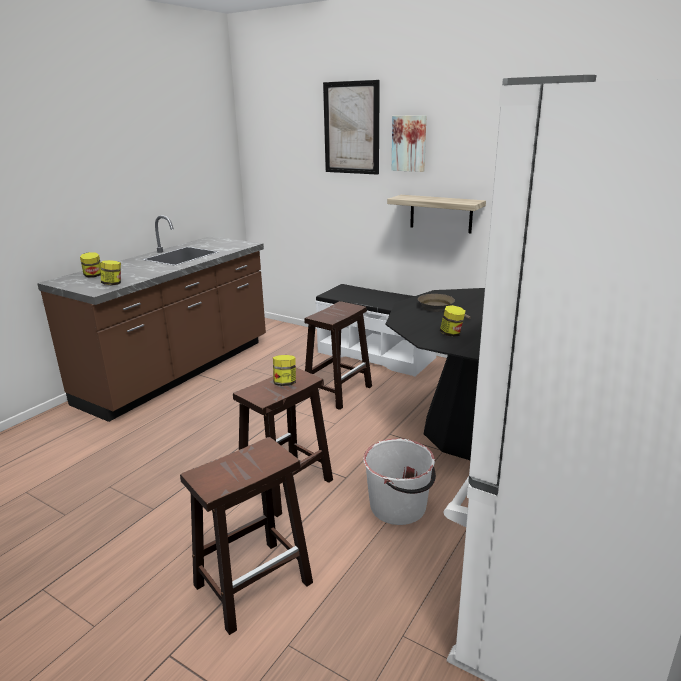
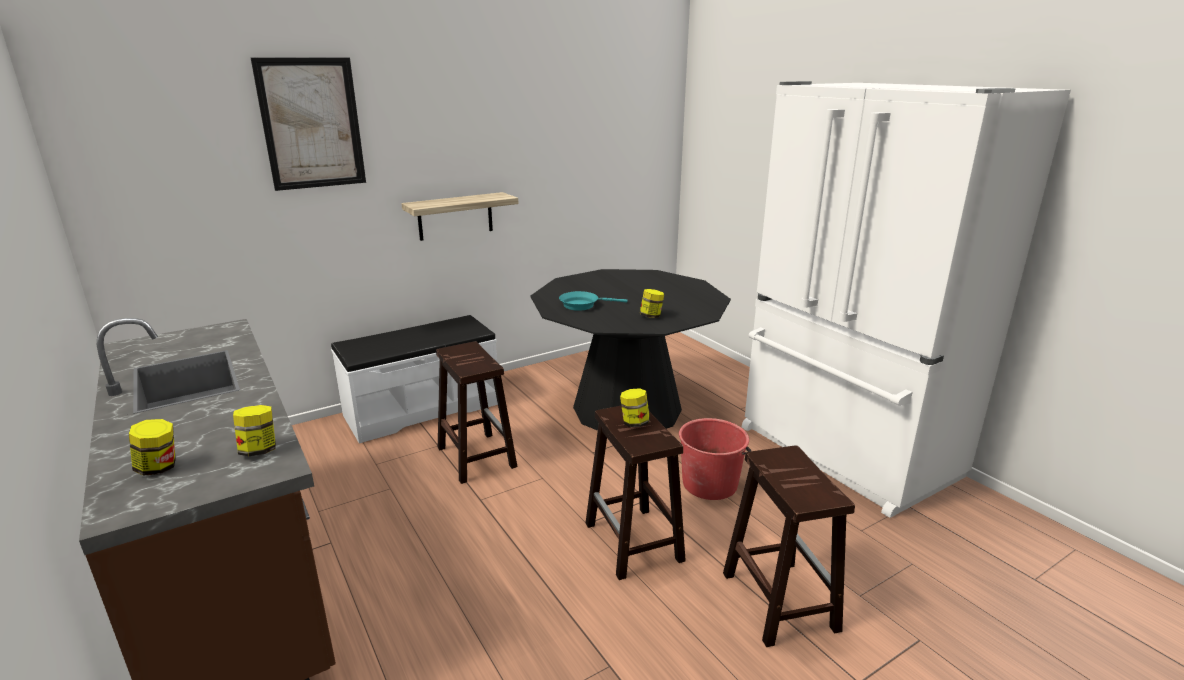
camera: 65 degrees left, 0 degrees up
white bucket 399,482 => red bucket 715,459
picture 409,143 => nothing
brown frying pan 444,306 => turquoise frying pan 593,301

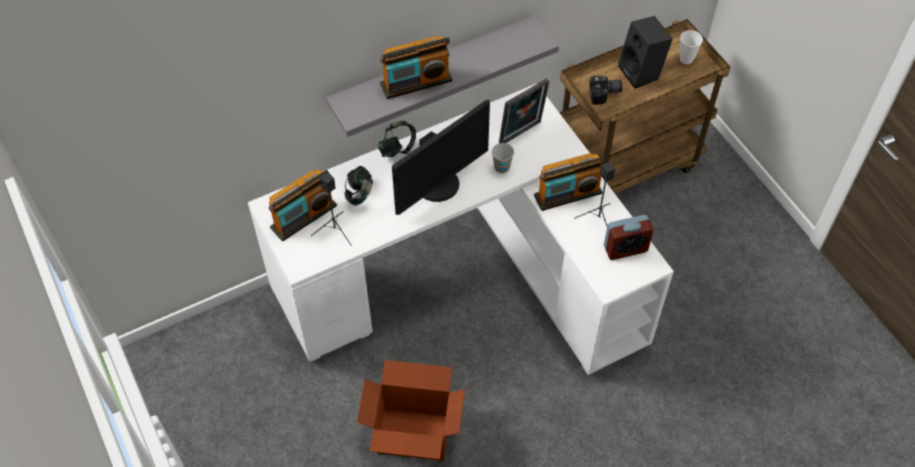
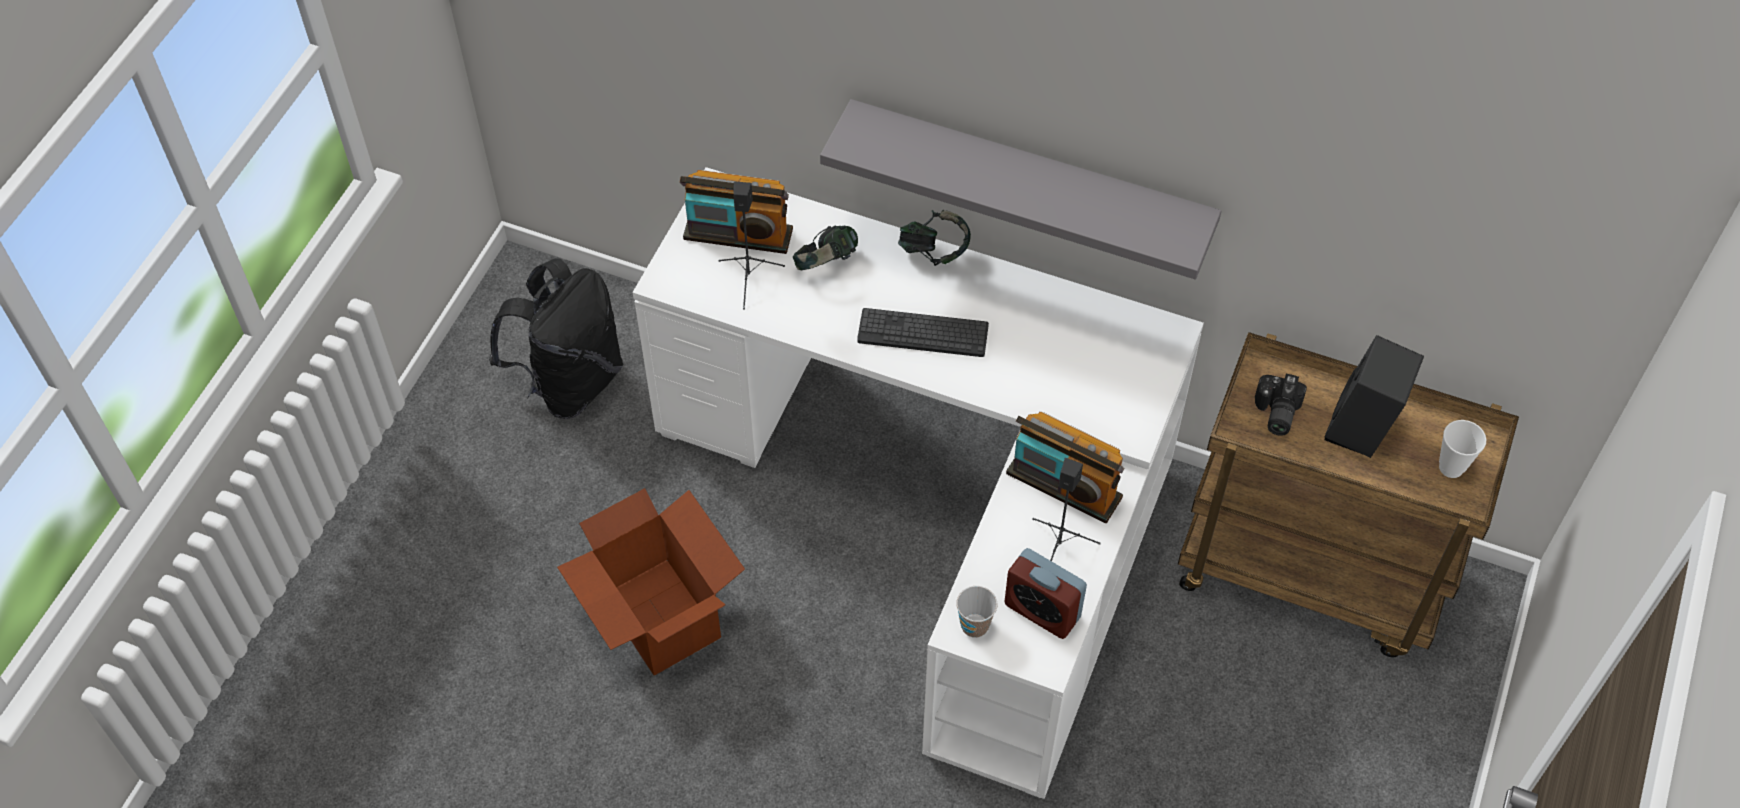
camera: 50 degrees right, 0 degrees up
radio 416,67 => nothing
monitor 441,157 => keyboard 923,332
cup 503,158 => cup 976,612, move
picture frame 524,110 => nothing
photo camera 605,90 => photo camera 1281,405, 60 degrees clockwise
nothing => black backpack 556,338

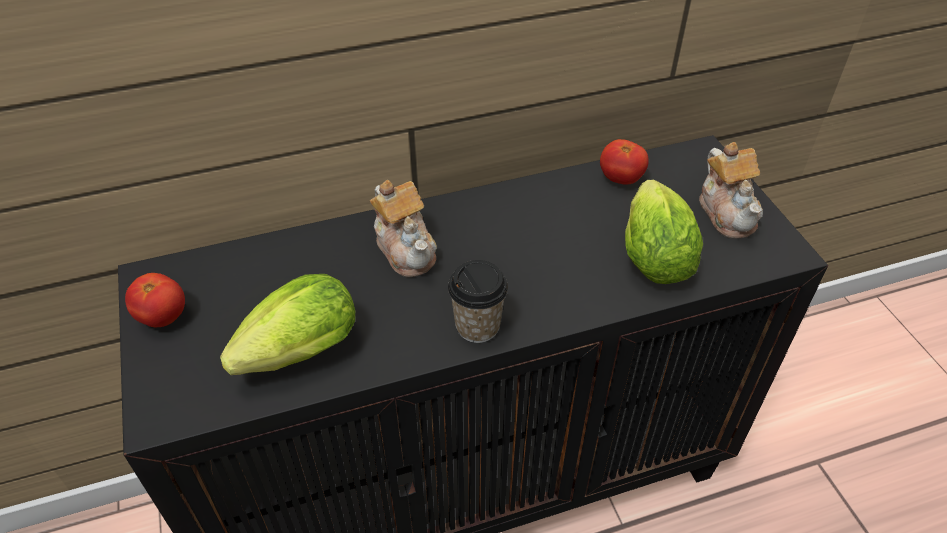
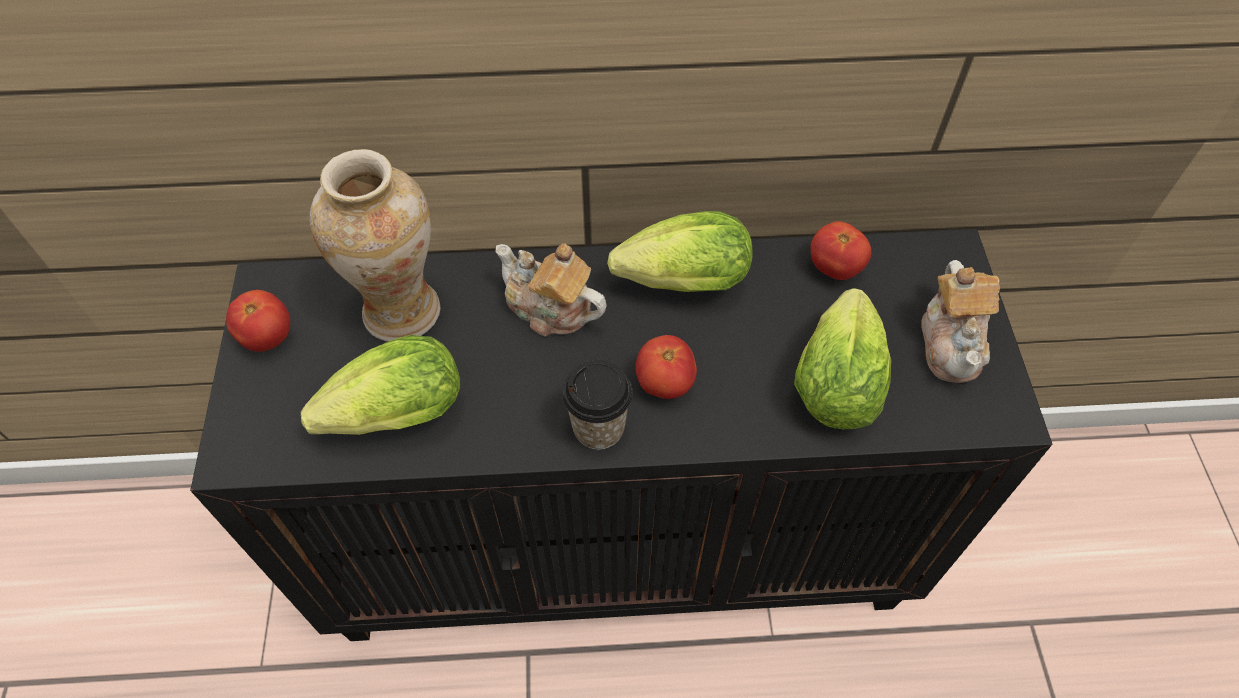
camera: 15 degrees right, 10 degrees up
teapot 403,228 => teapot 551,290, 135 degrees clockwise
nothing => vase 375,245
nothing => lettuce 680,251
nothing => tomato 666,367

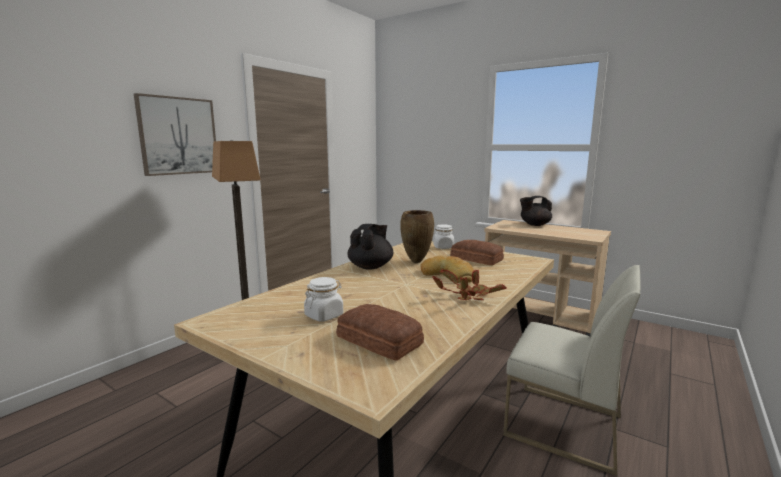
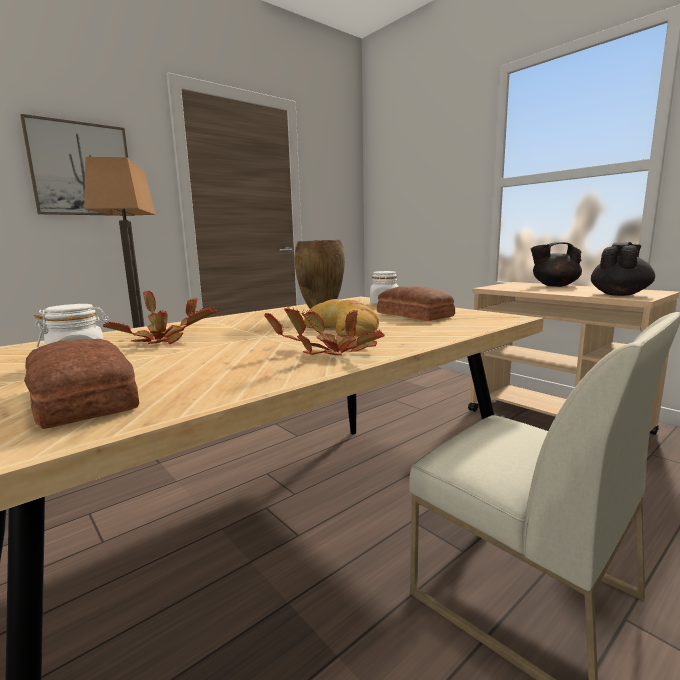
camera: 15 degrees right, 0 degrees up
black teapot 370,246 => black teapot 623,269, move
nothing => potted plant 160,317

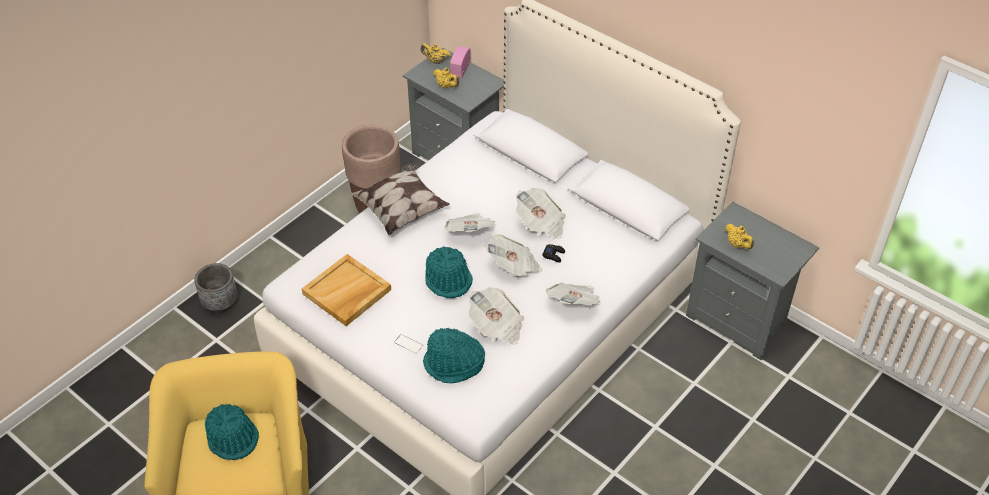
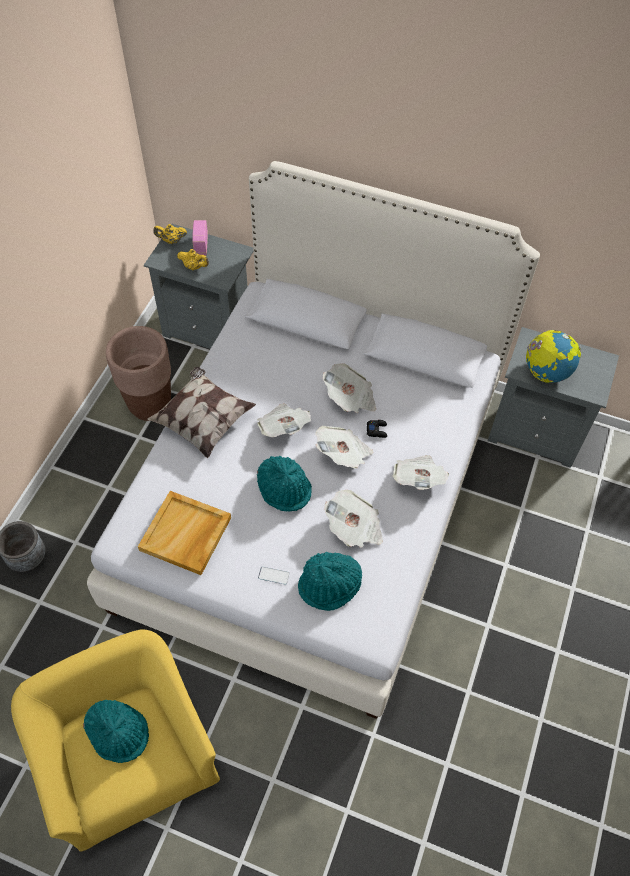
camera: 20 degrees left, 10 degrees up
yellow teapot 739,236 => globe 553,356

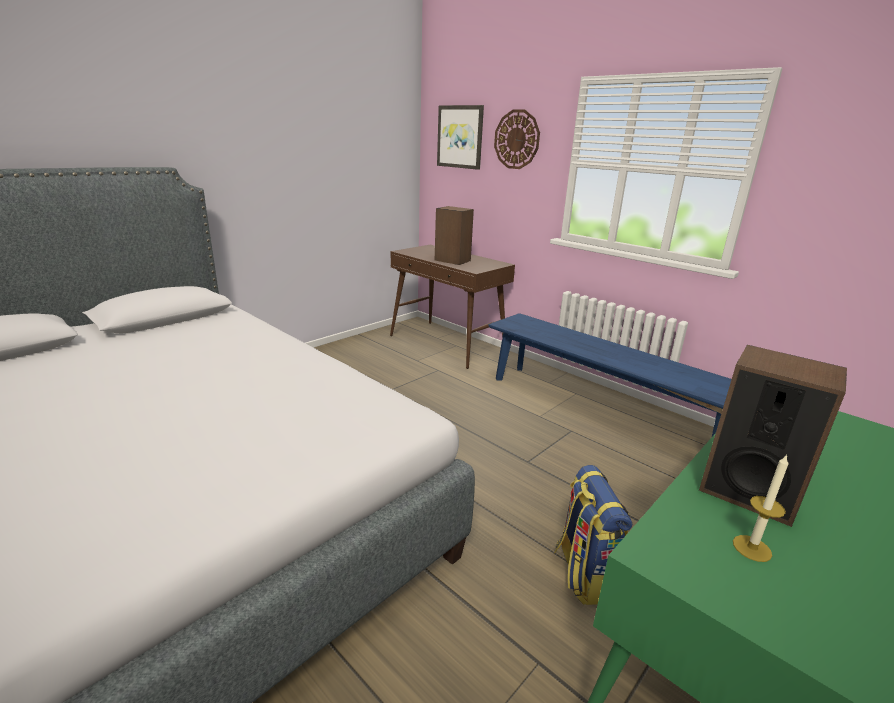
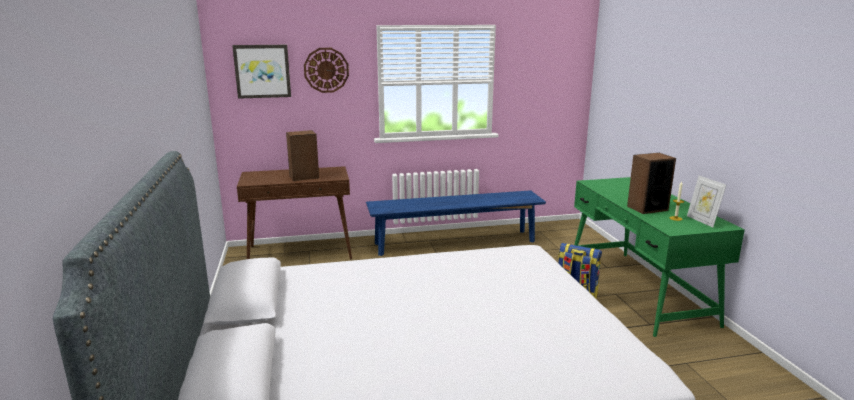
camera: 55 degrees left, 5 degrees down
nothing => picture frame 706,201

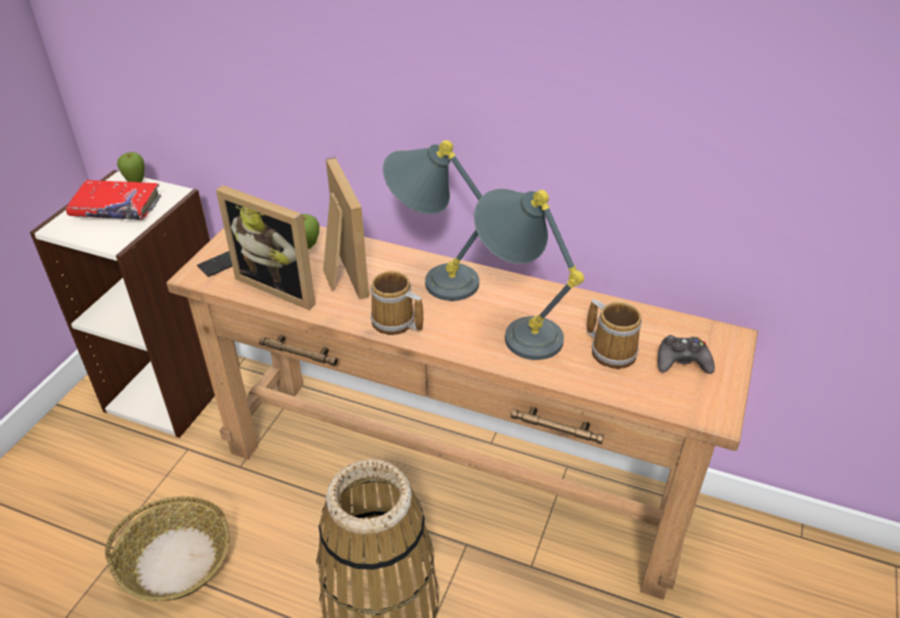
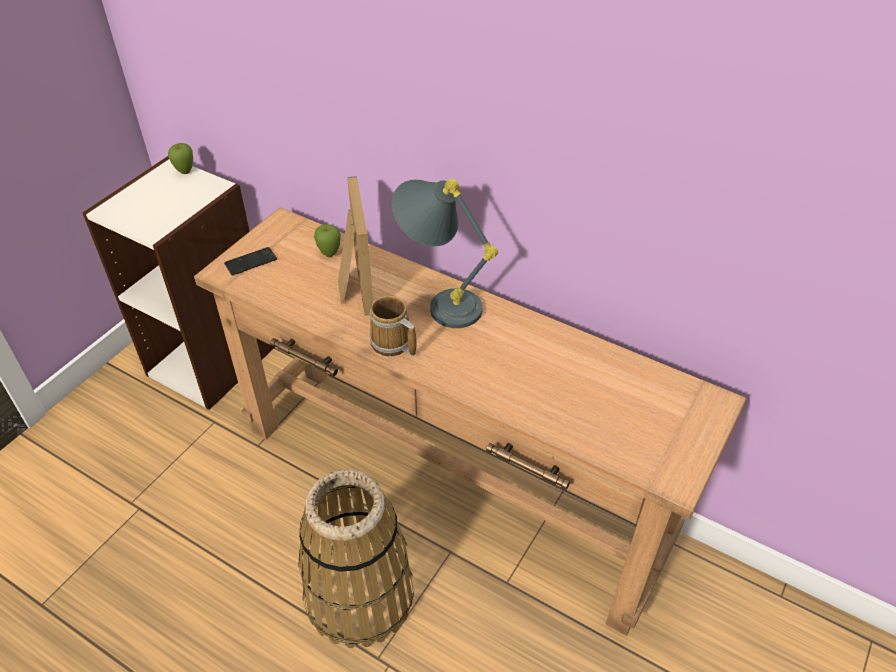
camera: 10 degrees right, 5 degrees up
red book 113,200 => nothing
basket 167,548 => nothing
picture frame 266,247 => nothing
grey table lamp 529,274 => nothing
mug 614,334 => nothing
black game controller 686,354 => nothing

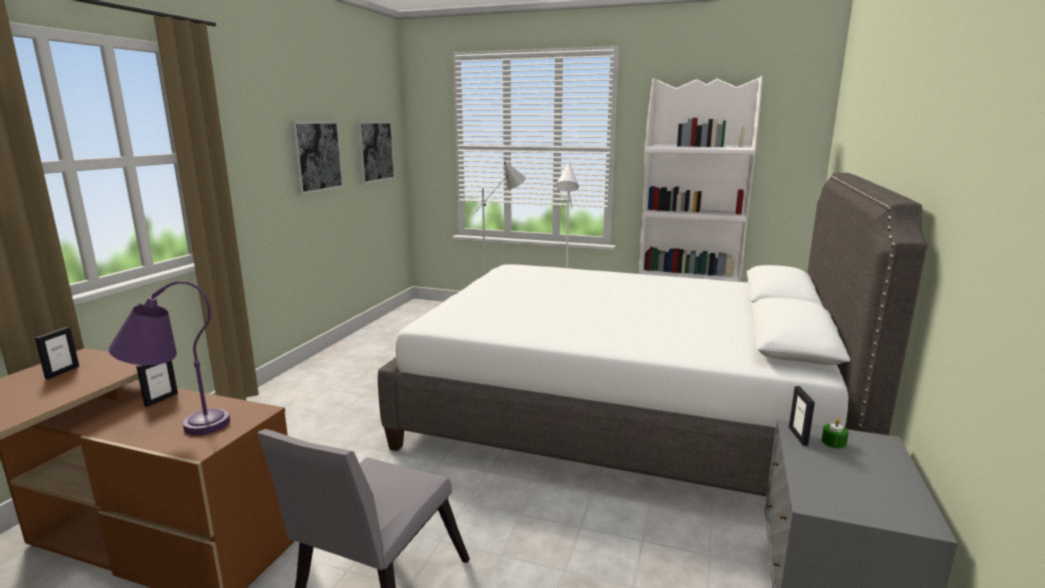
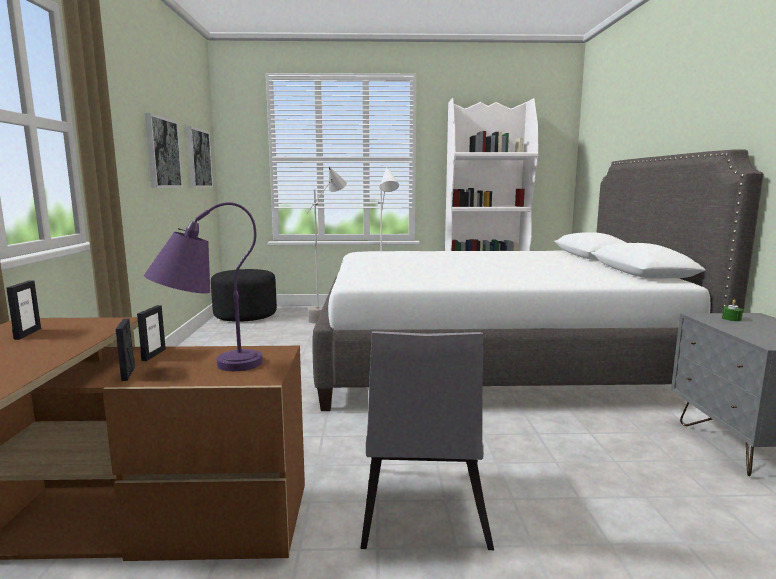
camera: 20 degrees left, 5 degrees down
picture frame 802,416 => picture frame 125,349, move
nothing => black ottoman 244,295

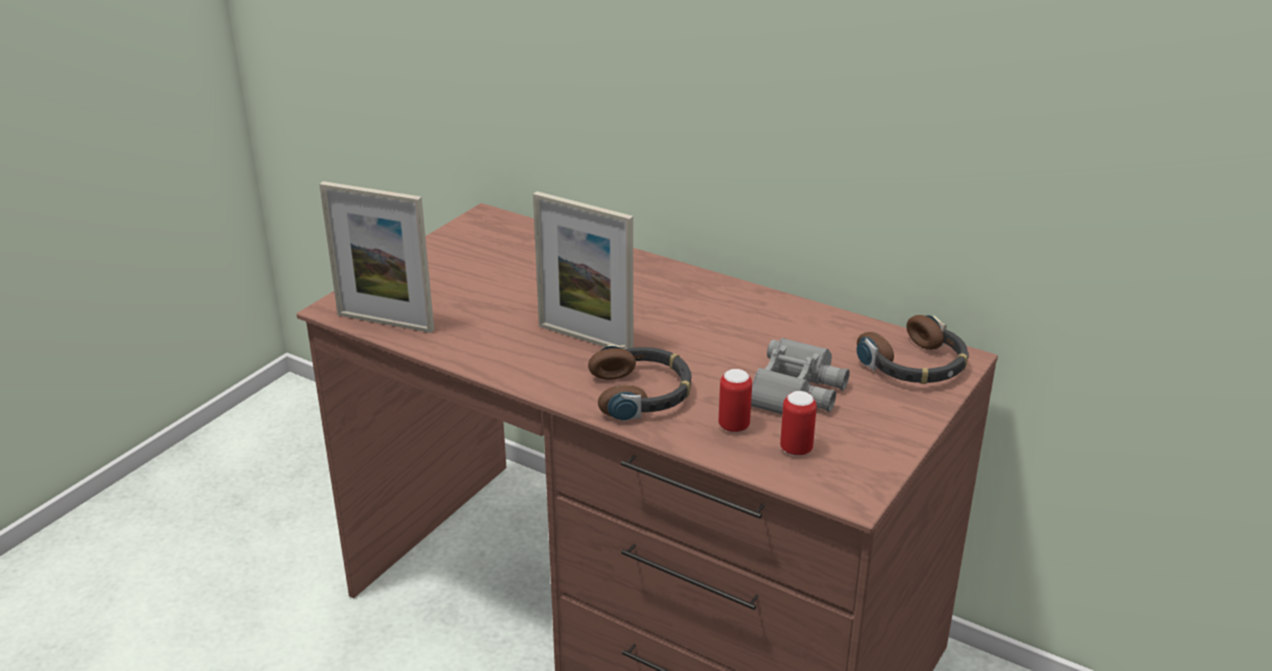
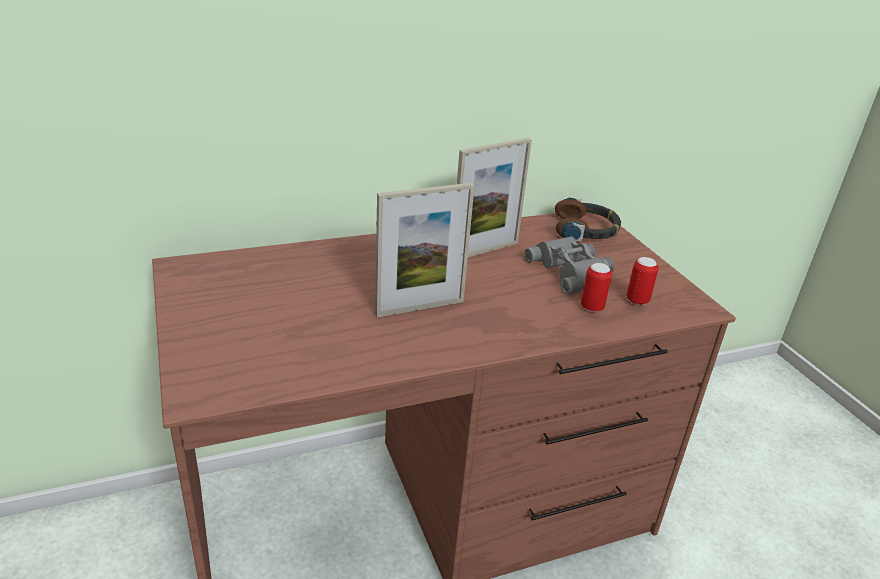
camera: 55 degrees left, 0 degrees up
picture frame 376,257 => picture frame 494,197, move
headphones 640,383 => nothing

